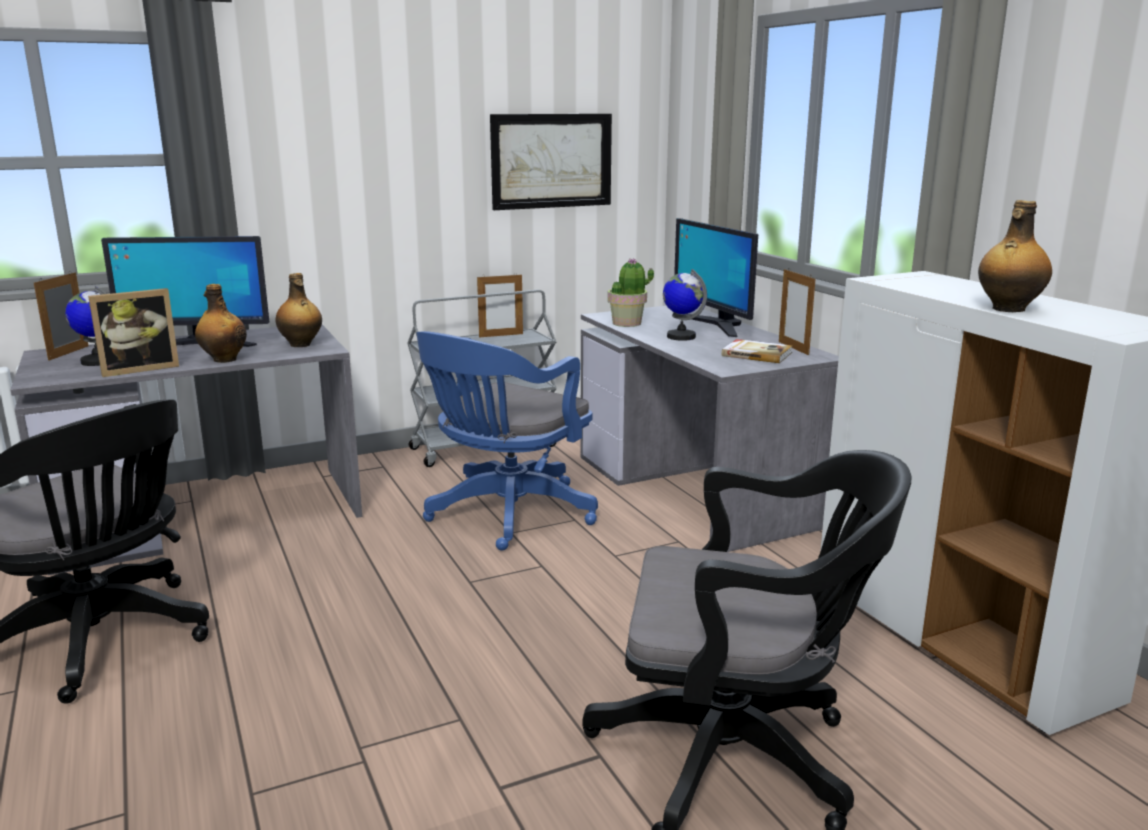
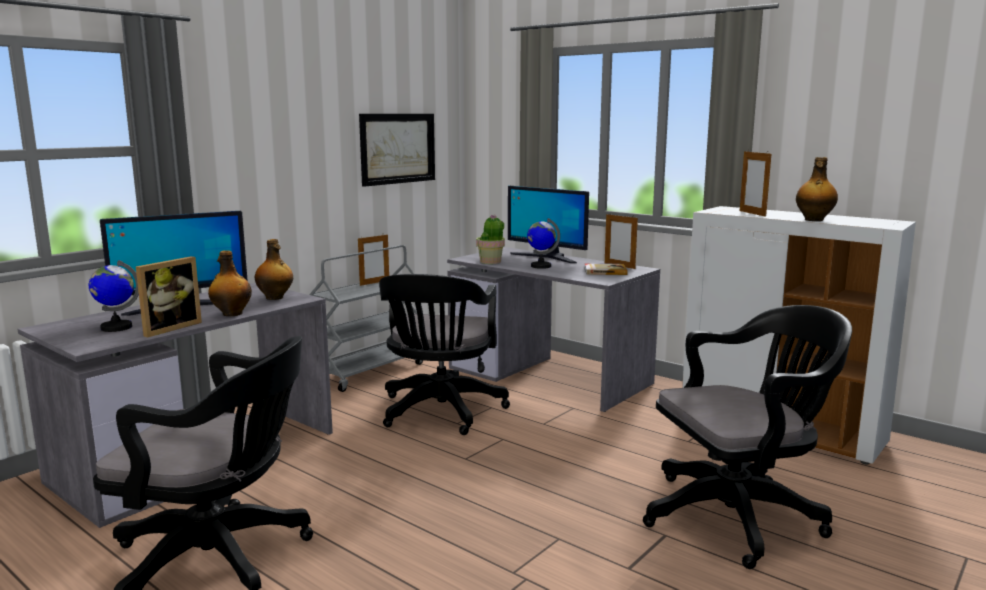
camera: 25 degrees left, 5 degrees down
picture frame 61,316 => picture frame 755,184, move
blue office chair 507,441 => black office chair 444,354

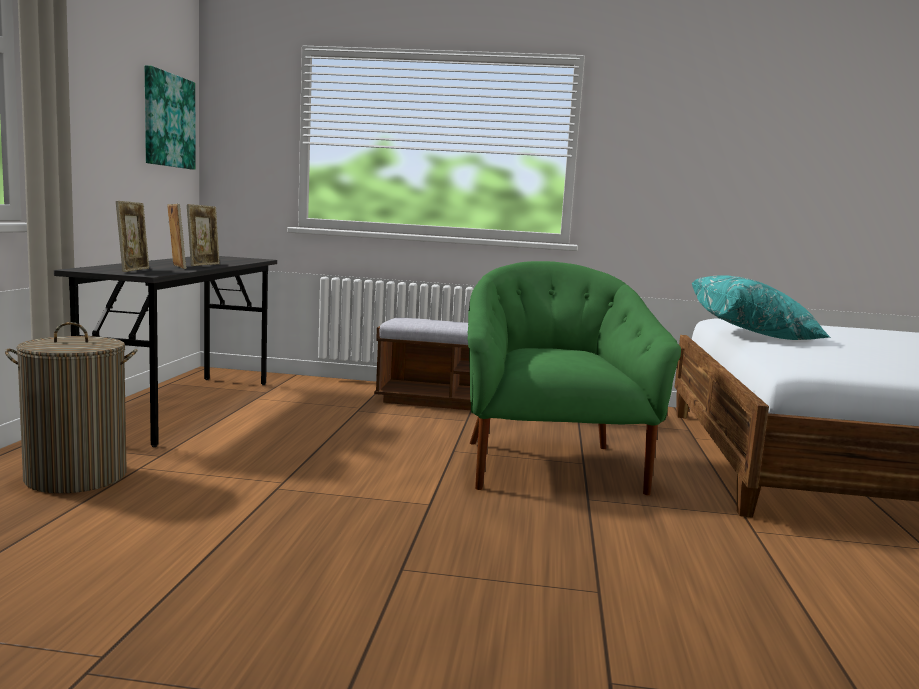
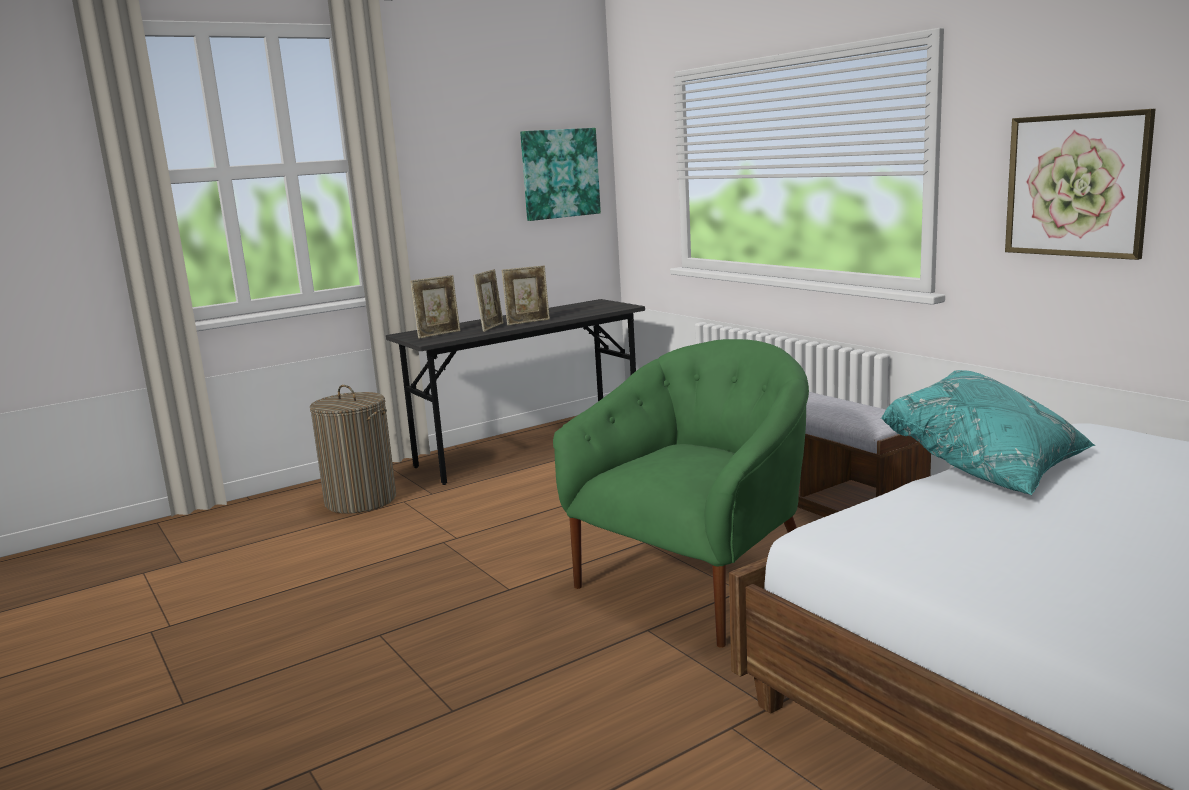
camera: 50 degrees right, 5 degrees up
nothing => picture 1080,184

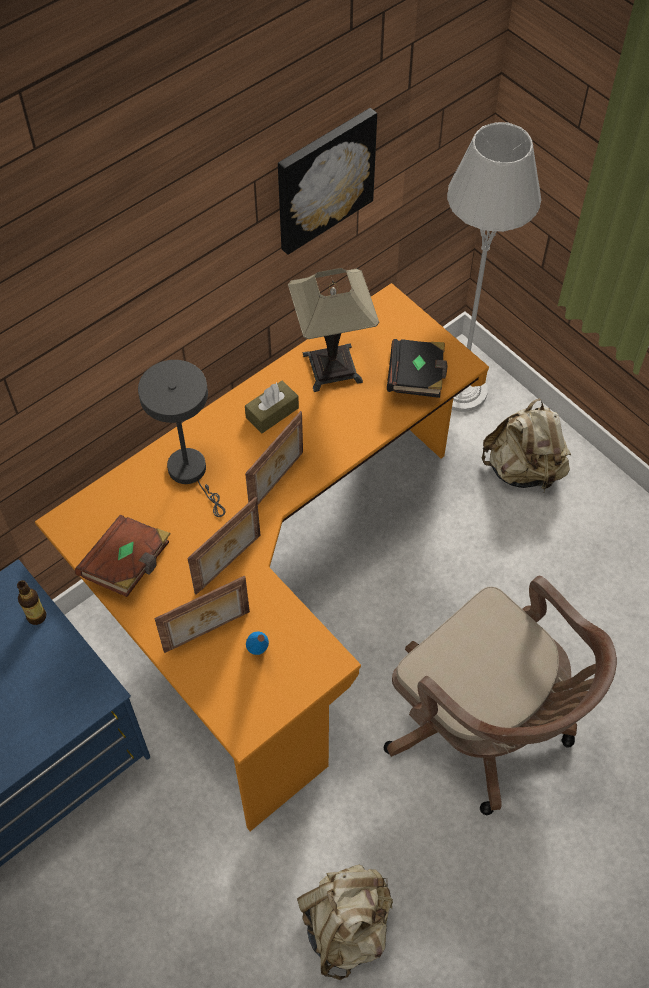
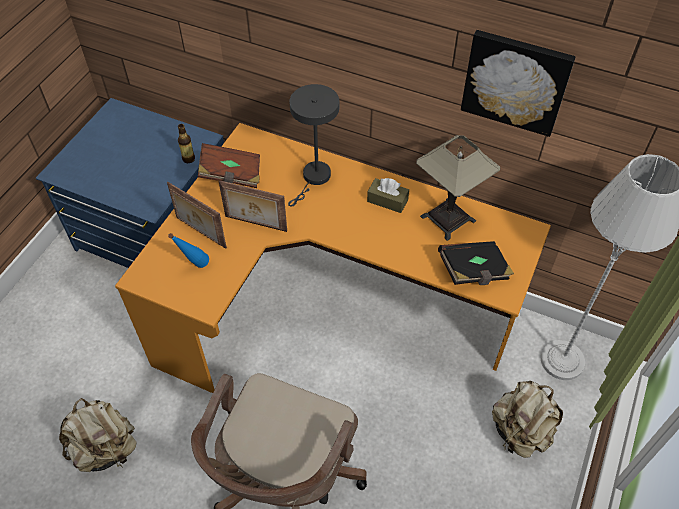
camera: 65 degrees right, 5 degrees down
picture frame 274,457 => nothing

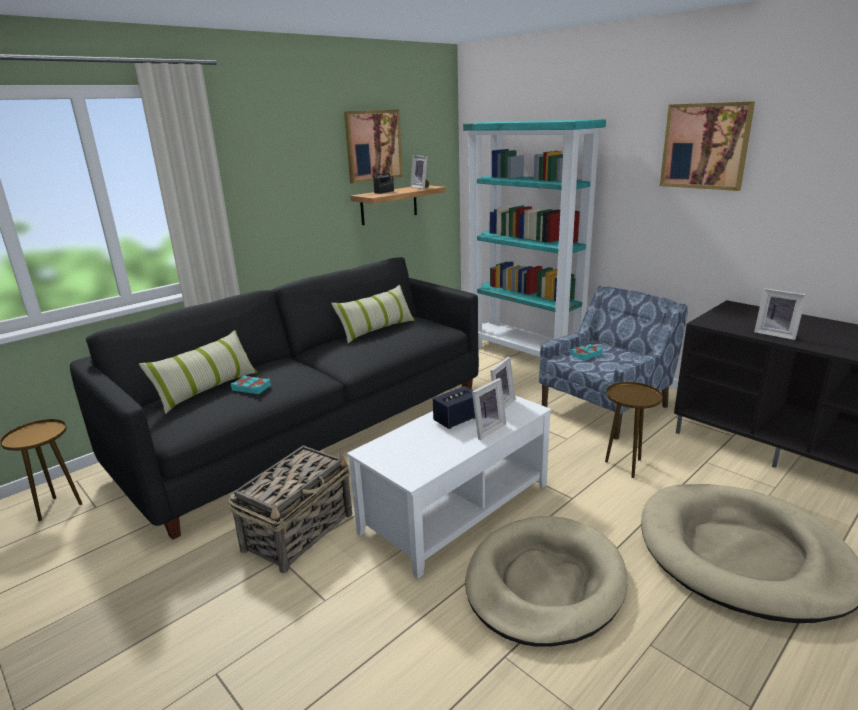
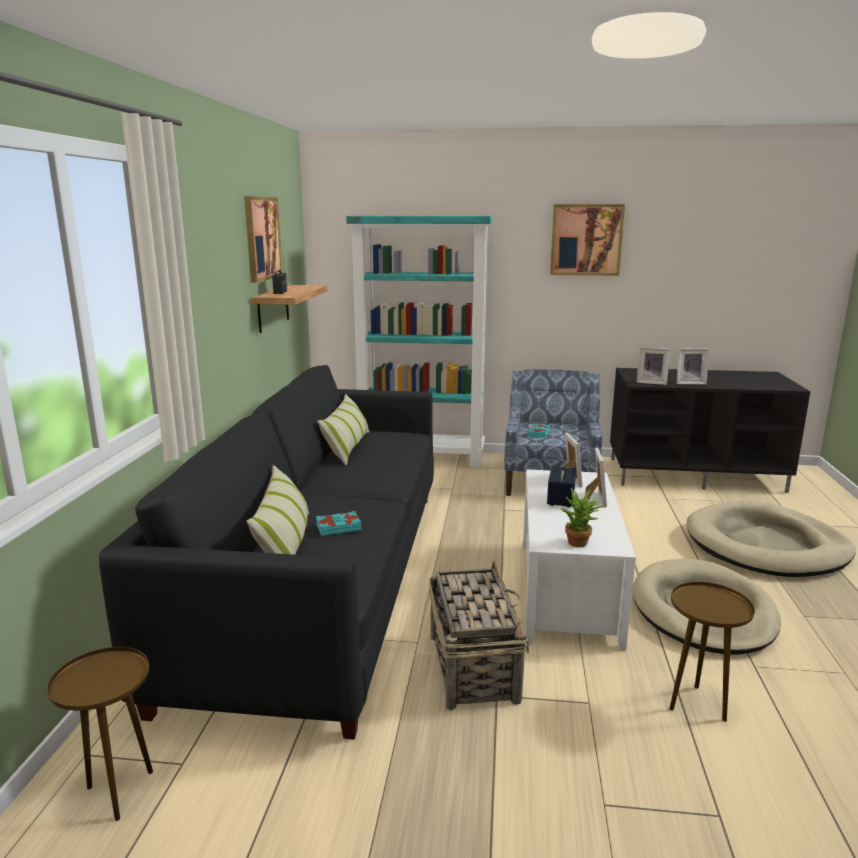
camera: 40 degrees left, 5 degrees down
picture frame 419,172 => picture frame 653,366, move
brown side table 634,430 => brown side table 712,652, move
nothing => potted plant 583,517

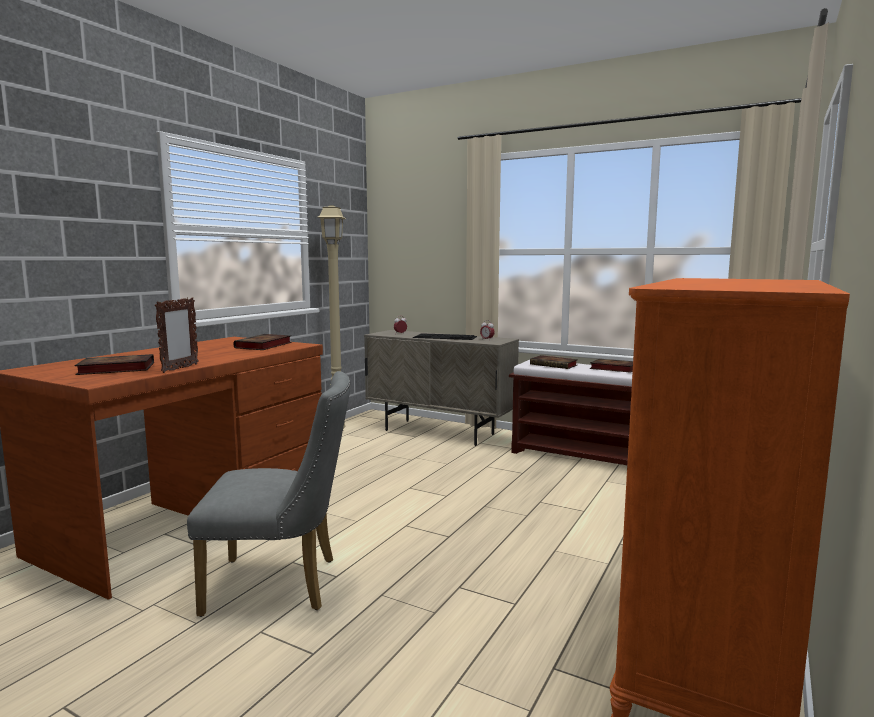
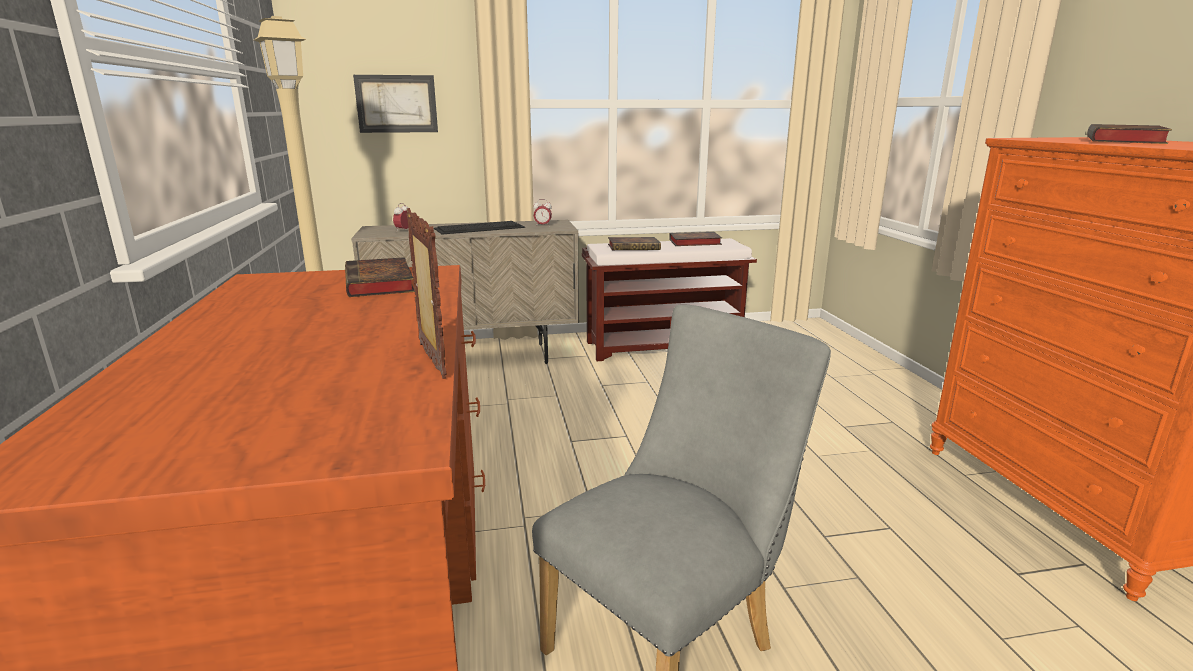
camera: 40 degrees left, 10 degrees up
book 114,364 => book 1129,134, move
nothing => picture 395,104

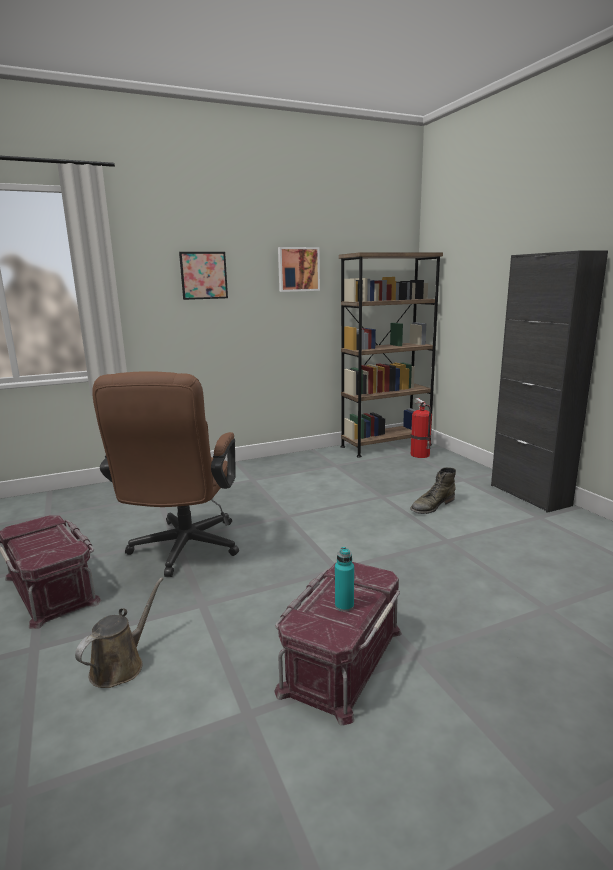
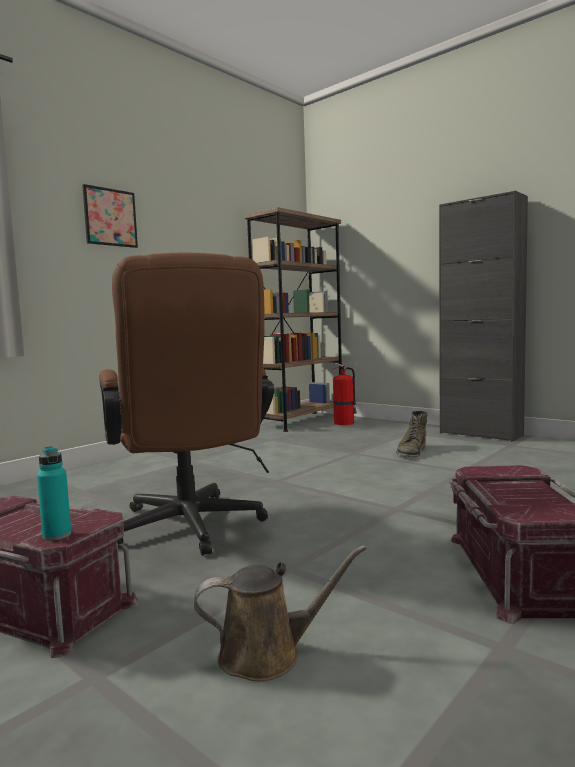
camera: 25 degrees left, 10 degrees down
brown watering can 119,632 => brown watering can 280,614, 75 degrees clockwise
picture 299,269 => nothing
turquoise bottle 344,579 => turquoise bottle 54,493, move

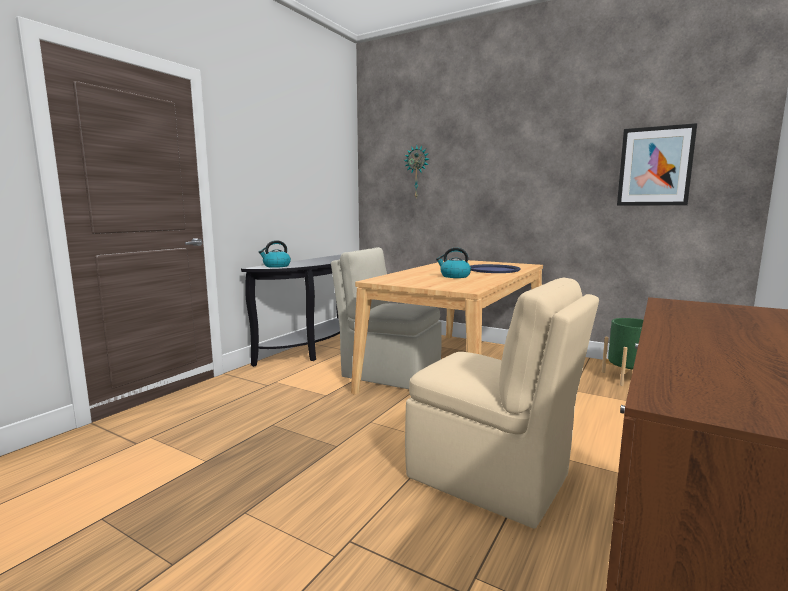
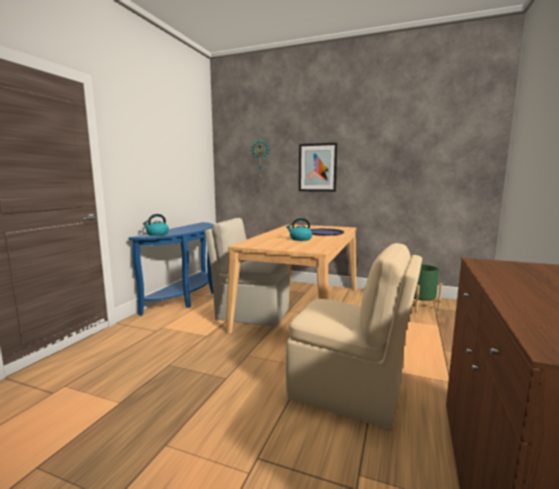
camera: 10 degrees left, 0 degrees up
black console table 291,311 => blue console table 170,269
picture 657,164 => picture 318,167, move

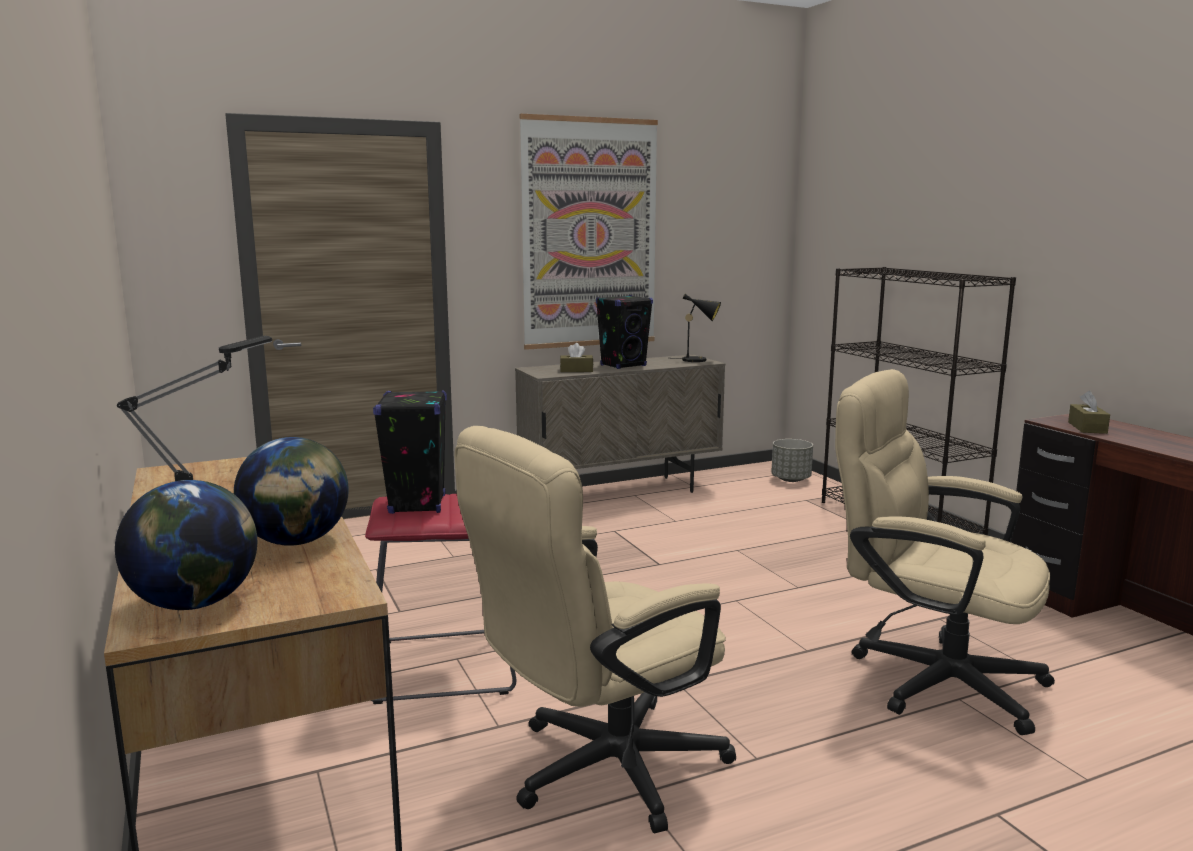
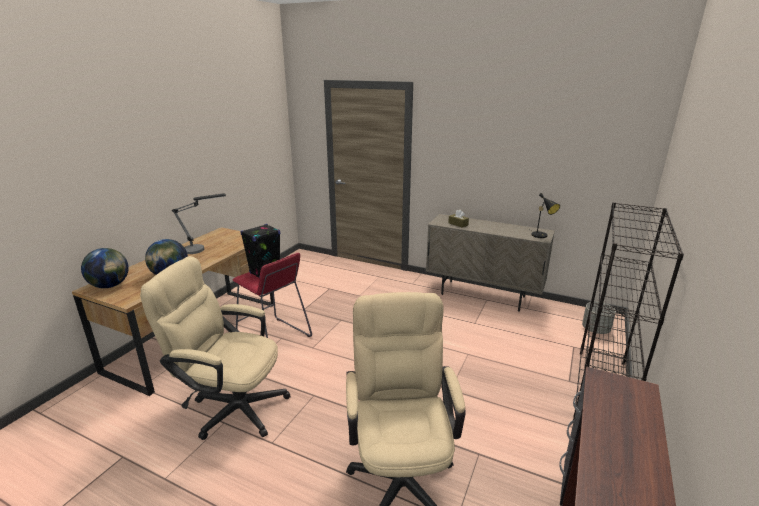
camera: 50 degrees right, 10 degrees up
picture 589,232 => nothing
black speaker 624,332 => nothing
brown tissue box 1089,412 => nothing

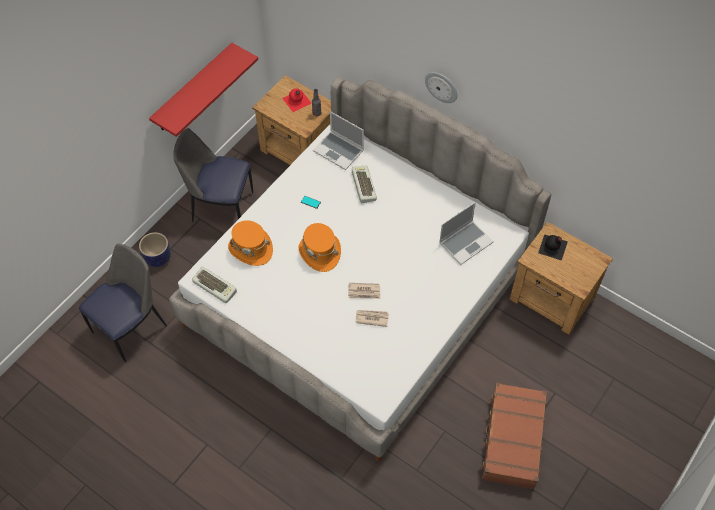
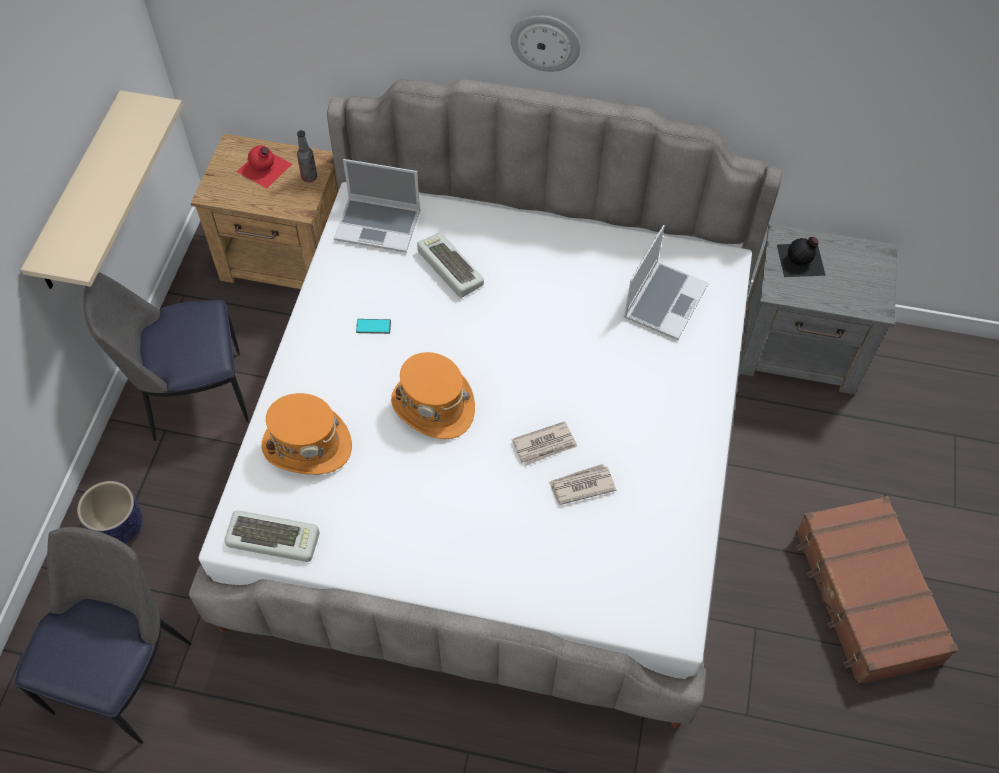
camera: 25 degrees left, 0 degrees up
red shelf 203,90 => beige shelf 102,189
brown nightstand 561,278 => grey nightstand 818,309

